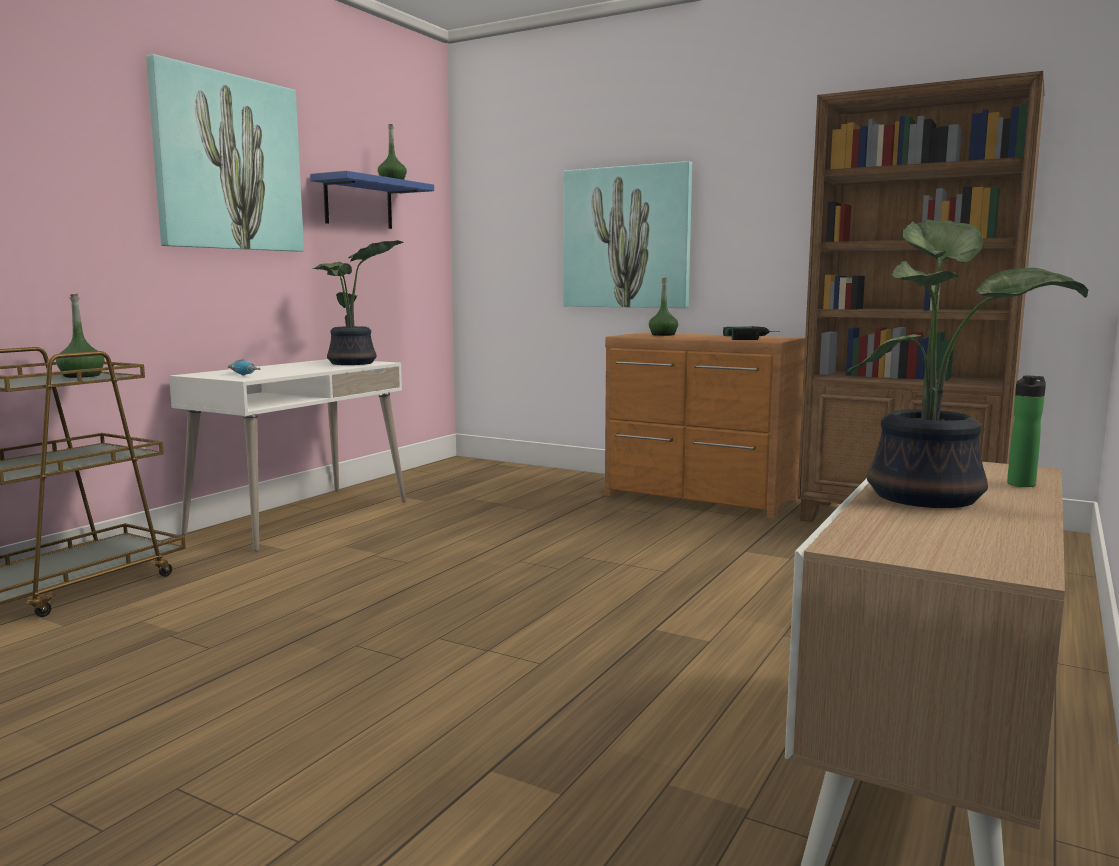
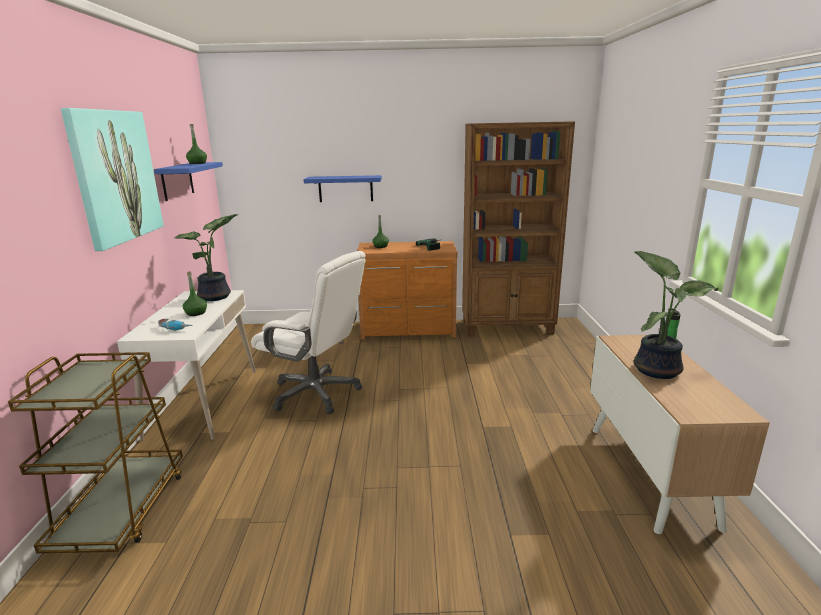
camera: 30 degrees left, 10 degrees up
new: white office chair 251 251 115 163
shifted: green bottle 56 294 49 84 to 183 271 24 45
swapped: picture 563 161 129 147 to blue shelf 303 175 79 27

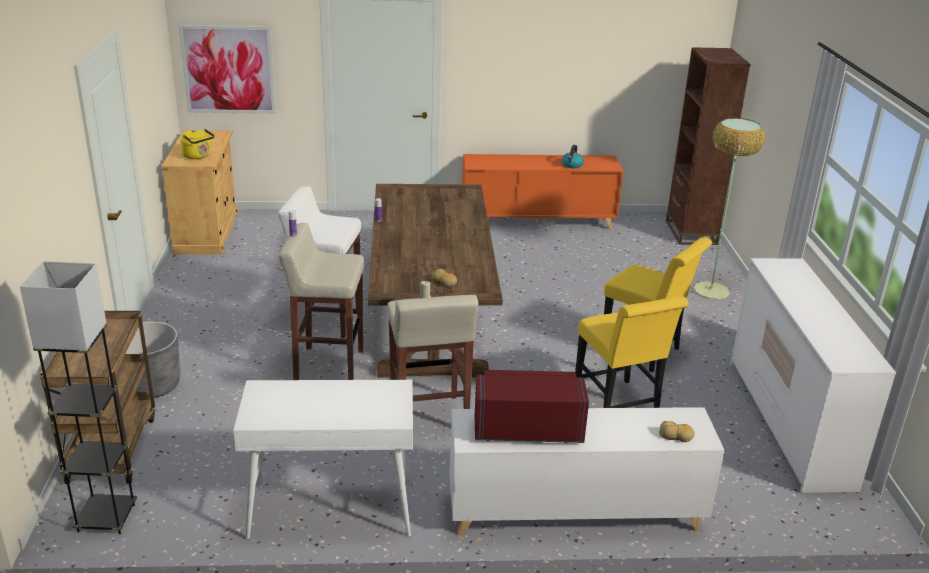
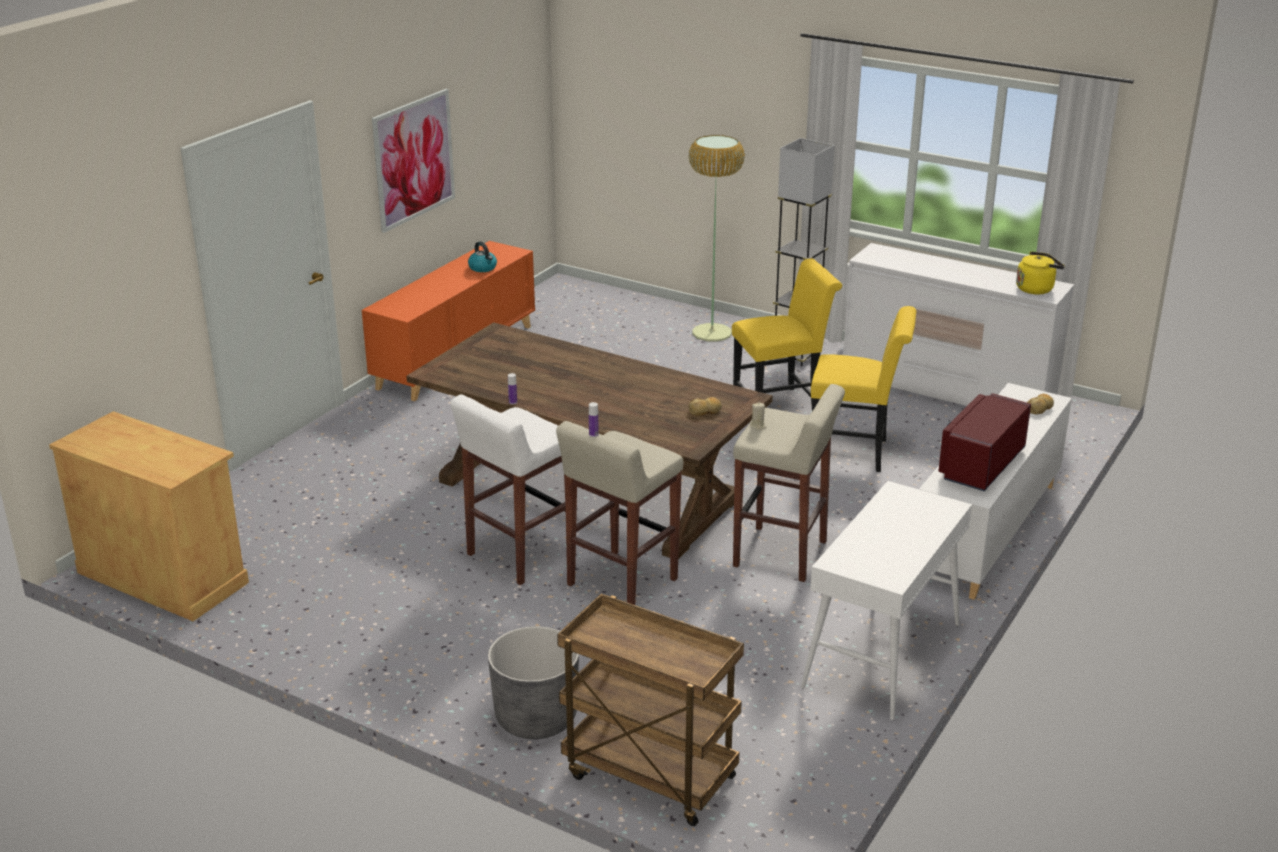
camera: 55 degrees left, 0 degrees up
gone: brown bookcase 666 47 84 198
shifted: grey floor lamp 20 261 117 273 to 773 138 62 228; picture 178 25 98 89 to 372 89 83 144; yellow kettle 180 129 34 30 to 1016 251 49 43

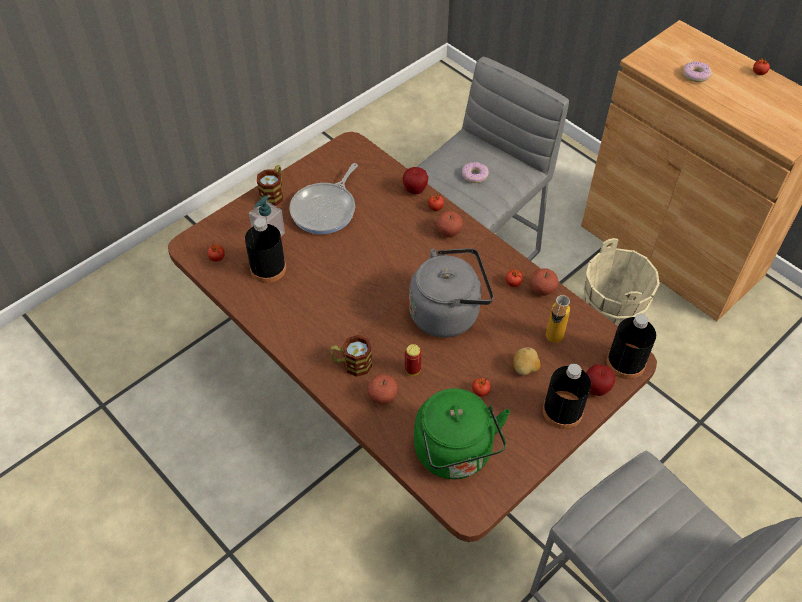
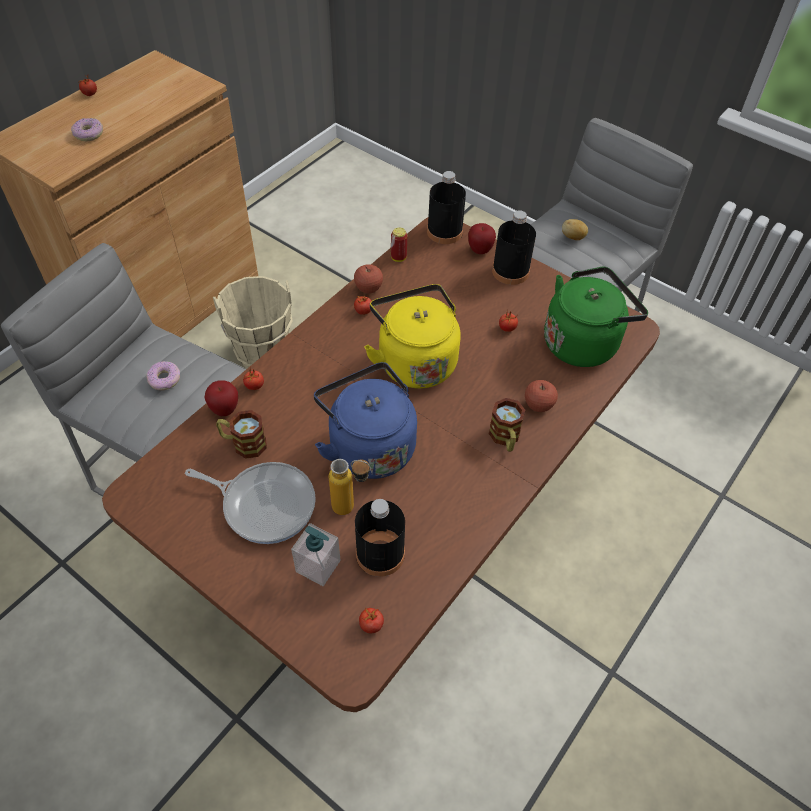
camera: 100 degrees left, 0 degrees up
gone: apple 436 211 27 26
new: blue kettle 314 362 103 117
shifted: mug 257 165 26 41 to 216 410 51 49; can 405 344 17 32 to 391 228 16 34; potato 513 347 27 28 to 562 219 26 21; bottle 546 295 24 48 to 329 459 42 56
repainted: grey kettle 409 248 85 90 to yellow kettle 364 284 97 105

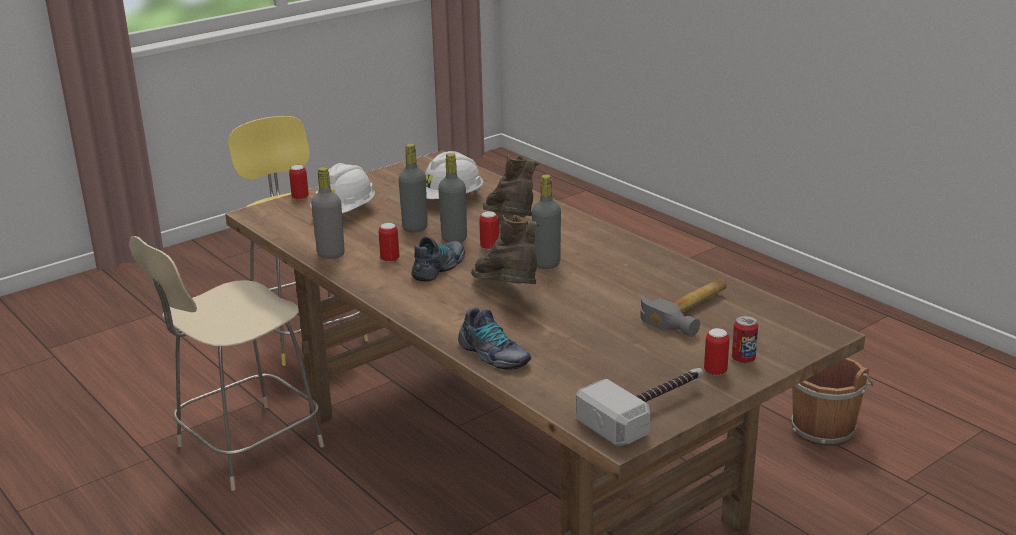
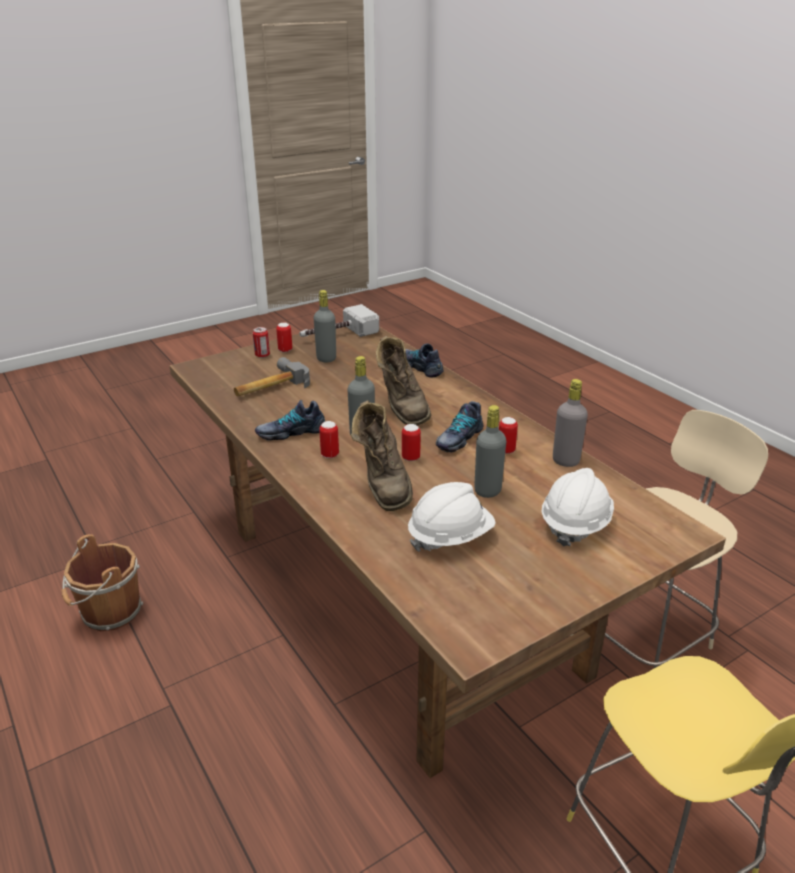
camera: 175 degrees left, 5 degrees up
new: shoe 255 400 70 41
shifted: can 289 165 20 35 to 319 421 20 37; grey bottle 438 153 29 90 to 314 290 22 72

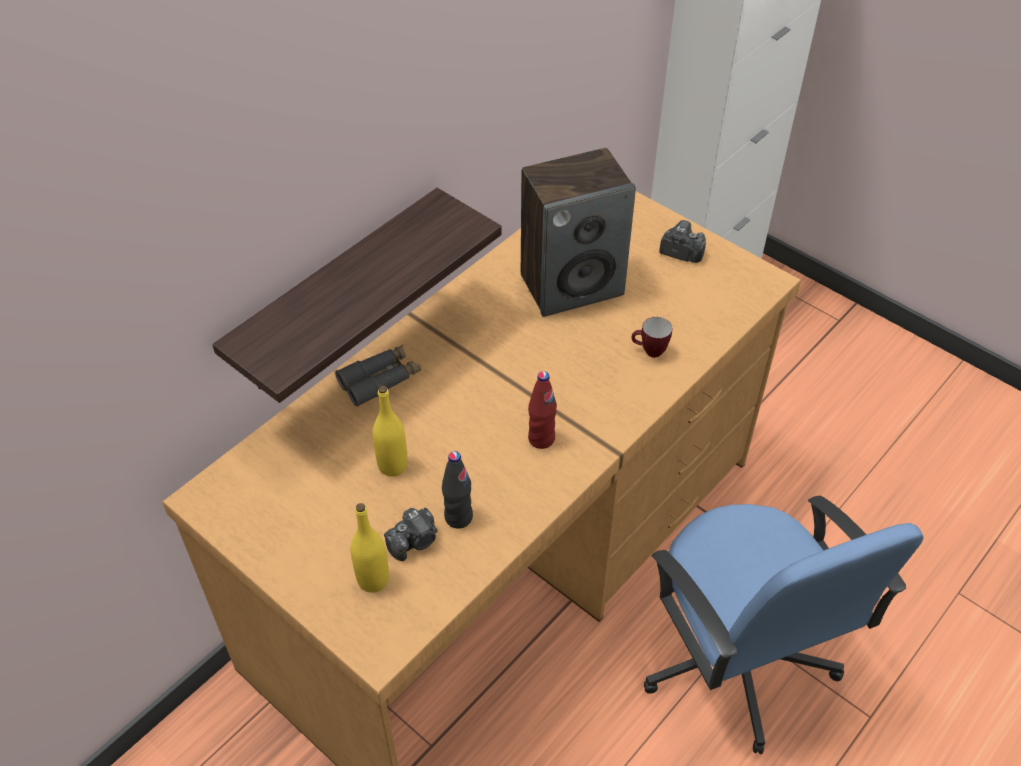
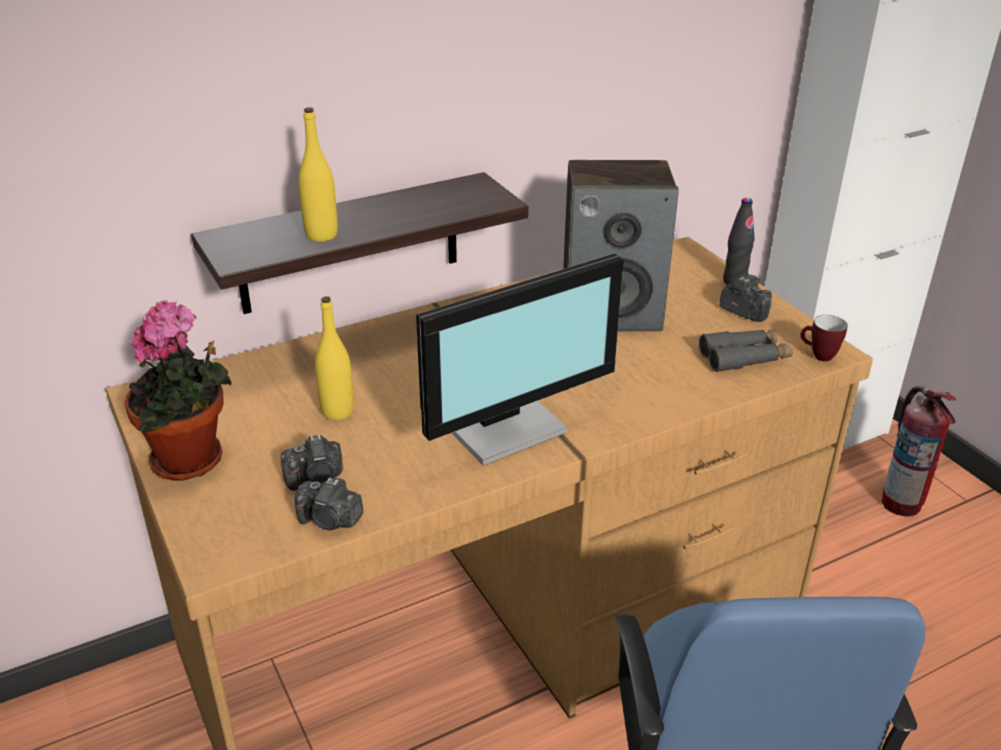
camera: 20 degrees right, 15 degrees down
new: potted plant 124 300 108 181; photo camera 295 478 68 52; fire extinguisher 882 386 74 131
shifted: grey binoculars 335 345 86 61 to 699 330 94 42; yellow bottle 350 503 39 90 to 299 107 39 135; black bottle 442 451 31 78 to 723 198 32 87; mug 631 317 41 41 to 801 315 47 46
swapped: red bottle 528 371 29 78 to monitor 416 253 208 213

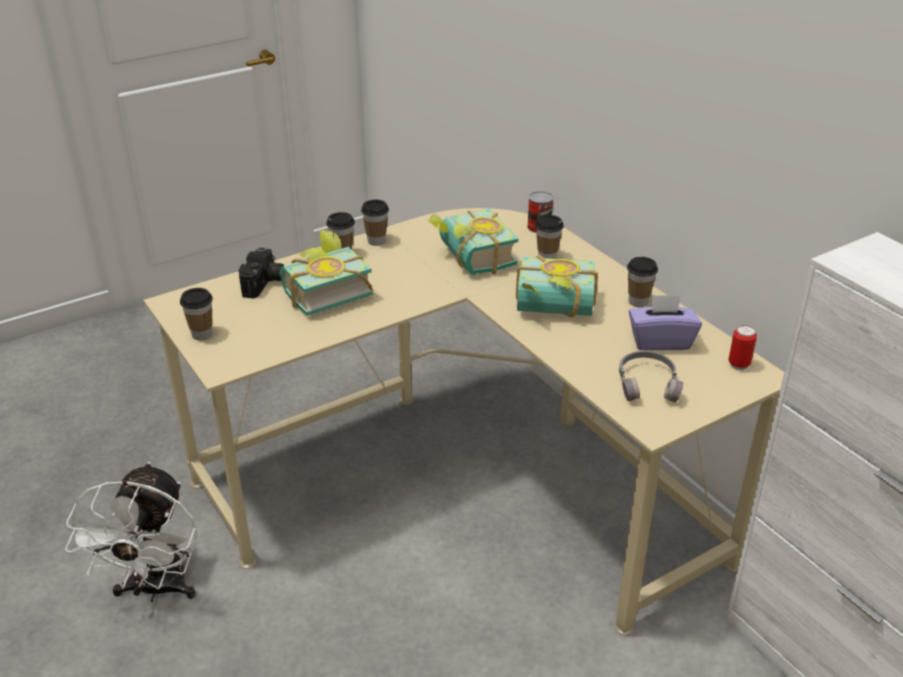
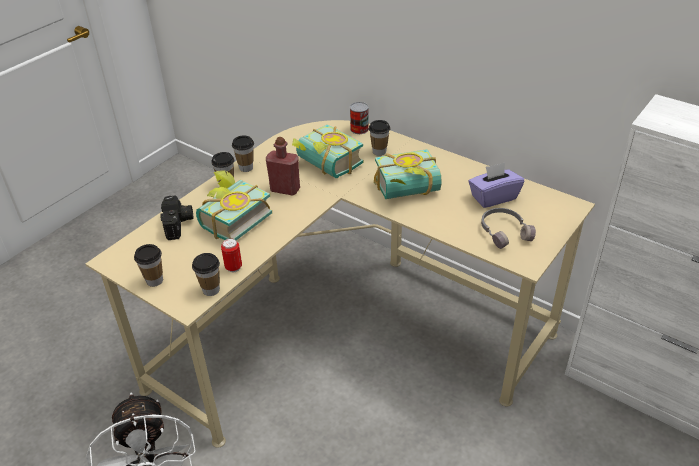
camera: 20 degrees left, 5 degrees up
new: red bottle 266 137 34 59
shifted: cup 627 257 31 50 to 192 253 28 43; can 728 325 29 45 to 221 238 21 34

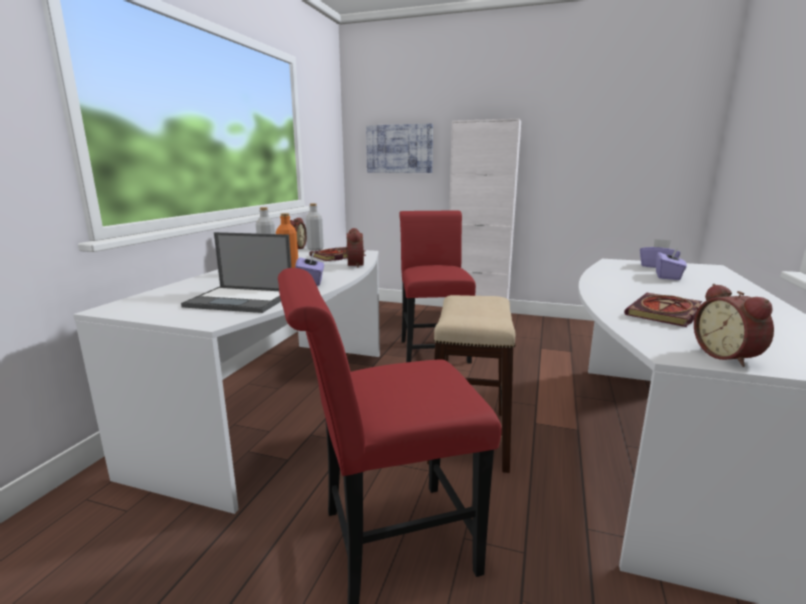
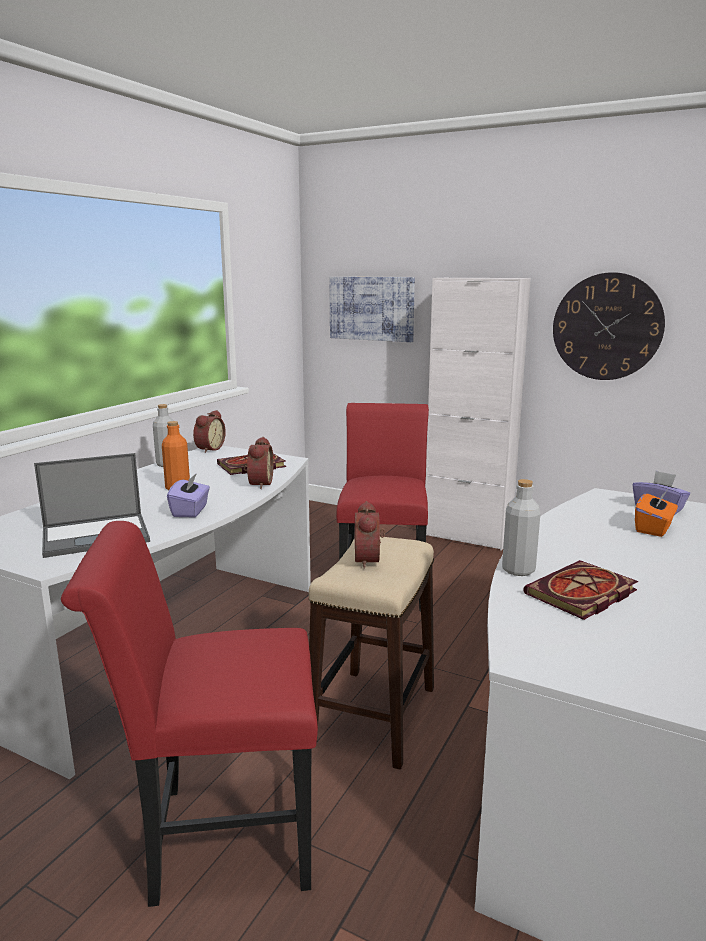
camera: 10 degrees right, 0 degrees up
new: wall clock 553 272 112 108
shifted: grey bottle 306 203 18 47 to 502 479 38 97; alarm clock 694 284 80 83 to 355 501 30 68
repainted: purple tissue box 656 248 31 32 to orange tissue box 635 491 43 46
rotated: laptop 181 232 110 81 = 34 453 116 105 45 degrees counterclockwise

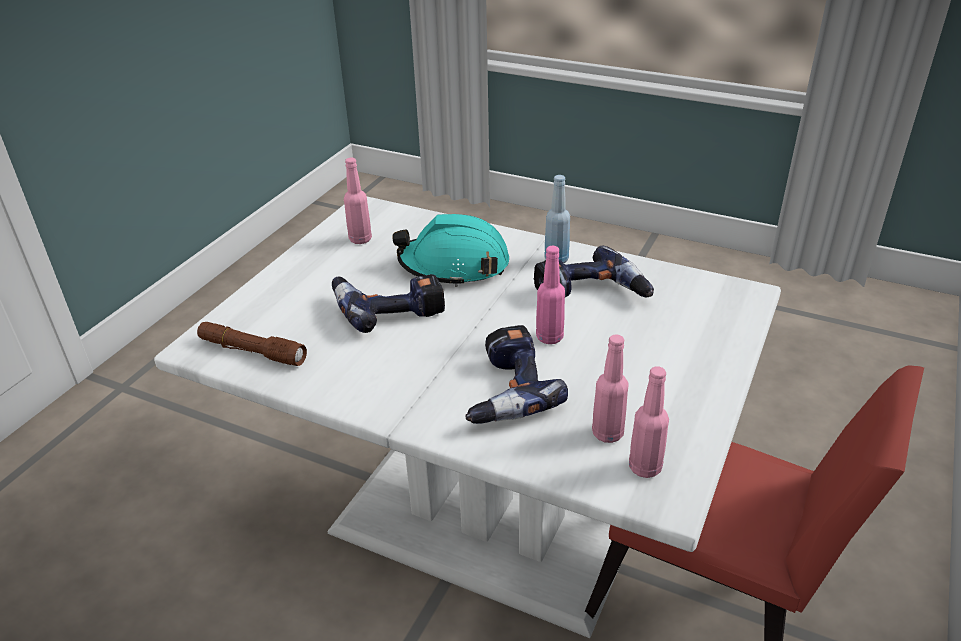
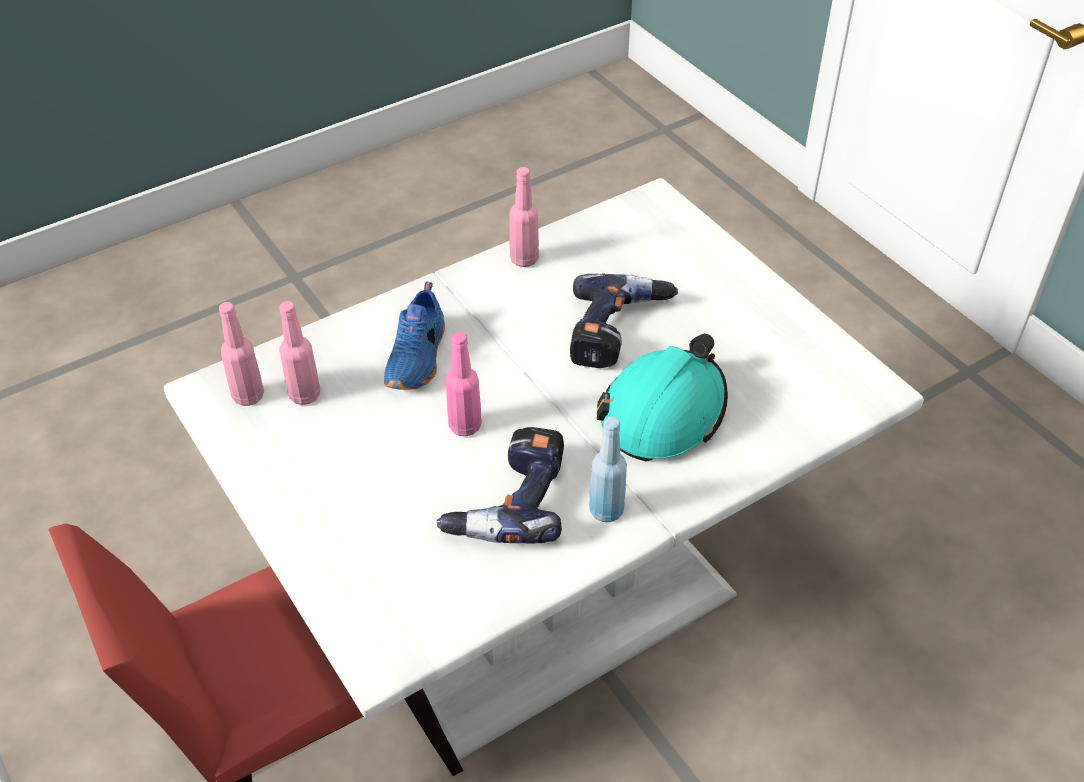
camera: 120 degrees right, 10 degrees up
gone: brown flashlight 197 322 110 44
shifted: pink bottle 344 158 28 86 to 509 167 30 100
swapped: power drill 465 325 103 99 to blue shoe 384 281 61 109

